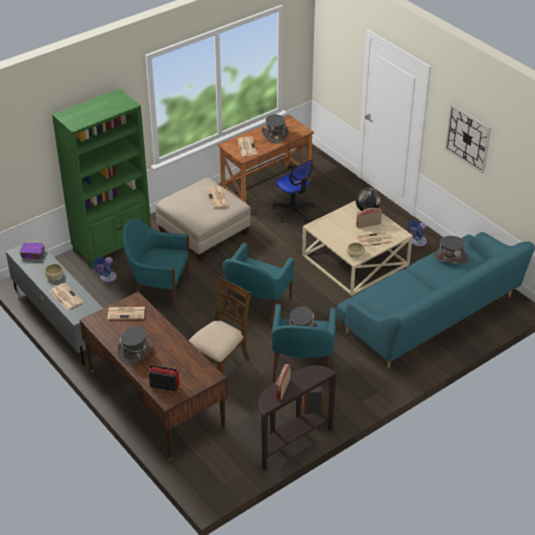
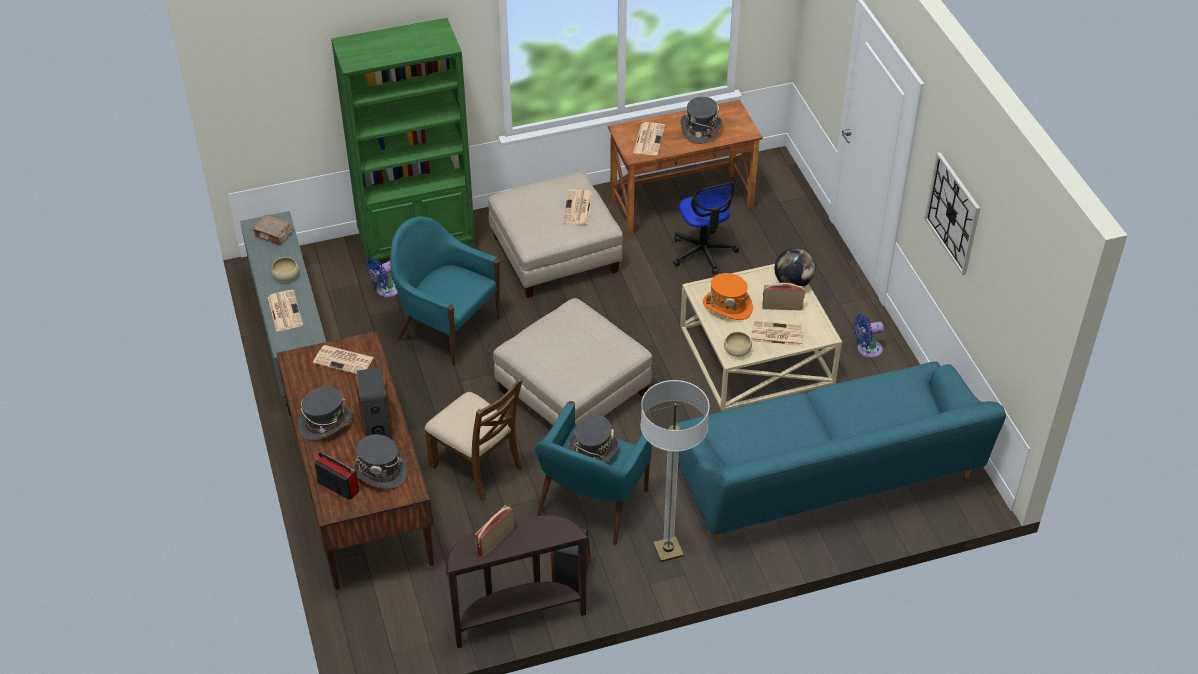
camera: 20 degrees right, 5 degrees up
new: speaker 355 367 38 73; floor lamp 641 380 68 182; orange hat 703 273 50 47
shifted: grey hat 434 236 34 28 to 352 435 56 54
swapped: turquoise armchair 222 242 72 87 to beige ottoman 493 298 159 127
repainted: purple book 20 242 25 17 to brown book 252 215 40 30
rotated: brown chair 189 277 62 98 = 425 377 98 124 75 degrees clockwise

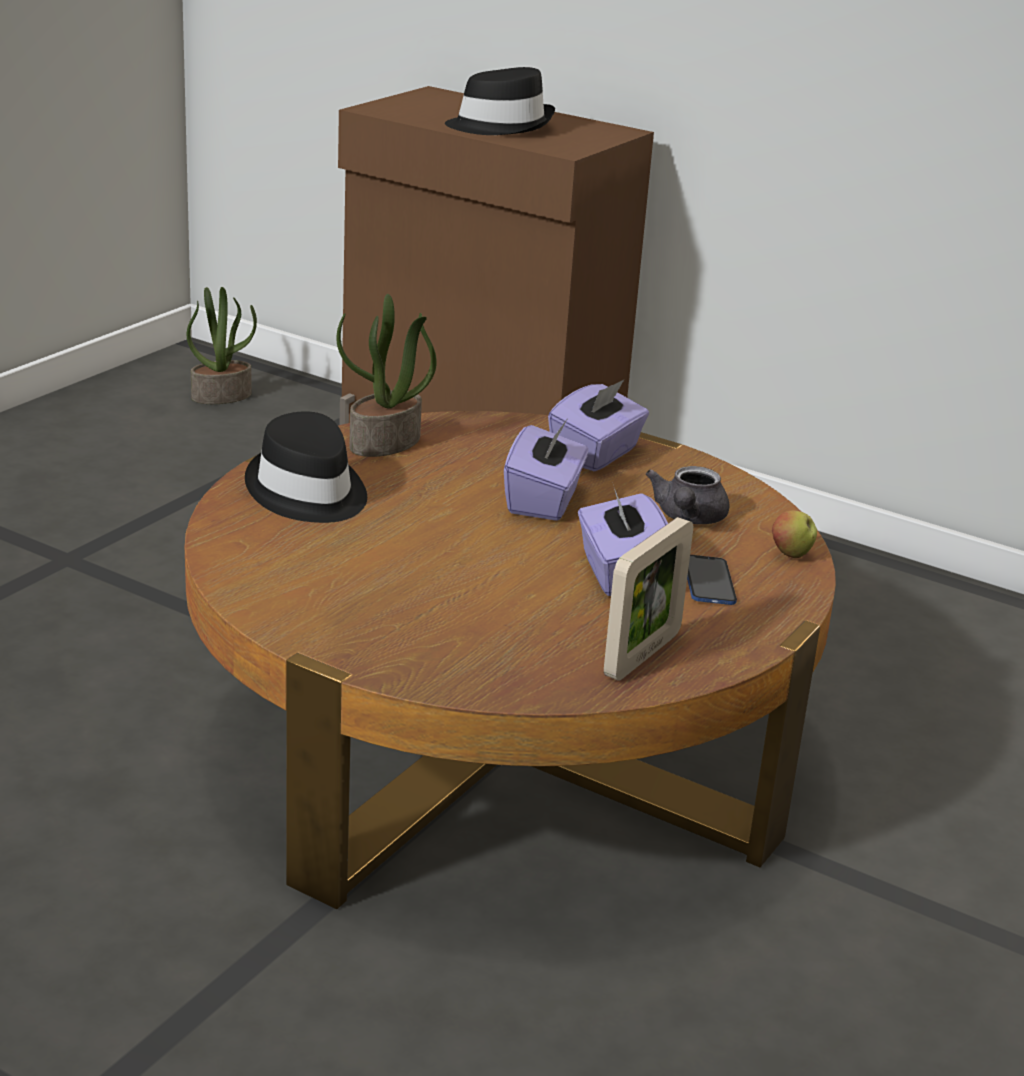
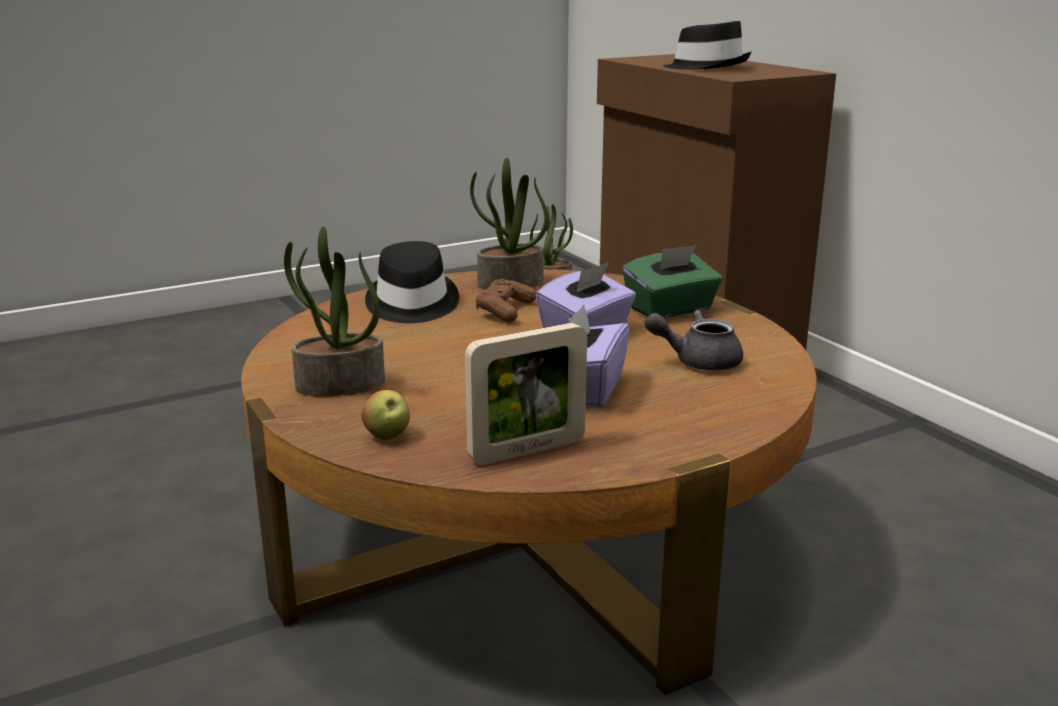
camera: 30 degrees right, 5 degrees down
gone: phone 687 555 50 50
new: potted plant 284 226 101 170; brown game controller 476 279 60 44
shifted: apple 772 510 45 48 to 361 390 49 50
repainted: purple tissue box 548 380 101 91 to green tissue box 622 245 100 74
rotated: grey teapot 646 466 83 58 = 644 310 99 60 45 degrees clockwise

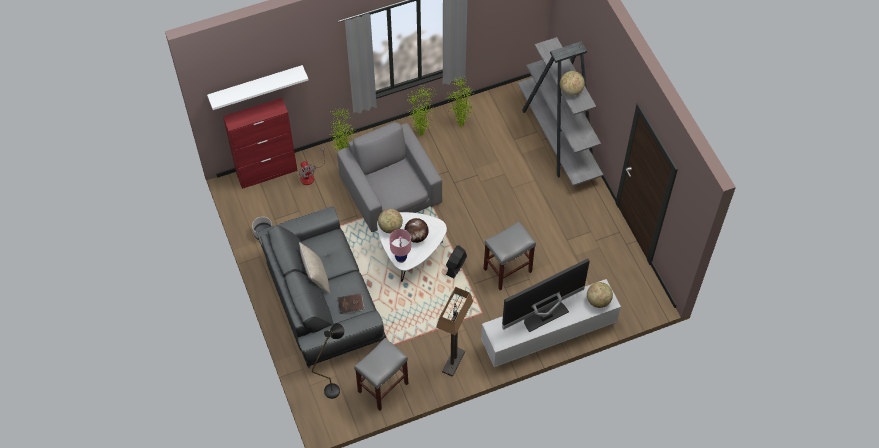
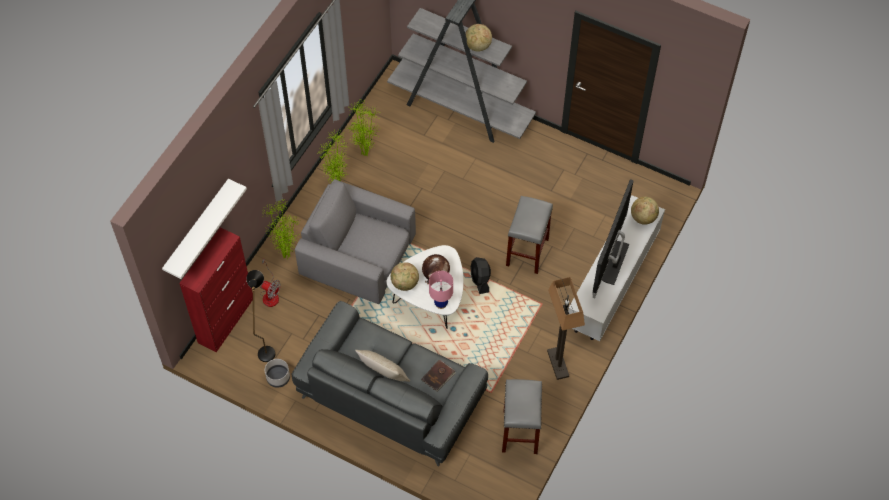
camera: 40 degrees left, 0 degrees up
shifted: black floor lamp 312 323 33 76 to 247 270 28 92

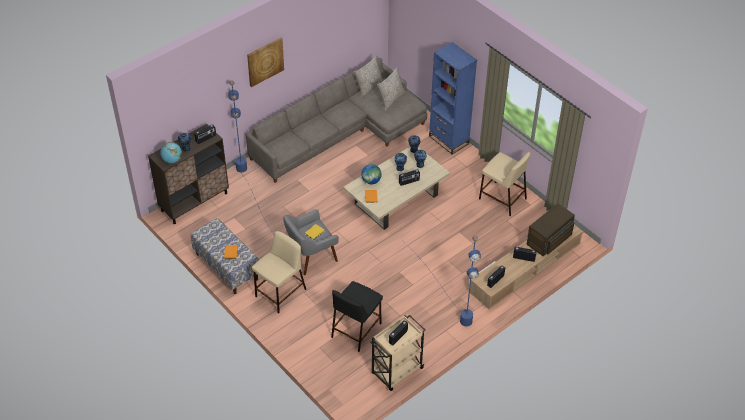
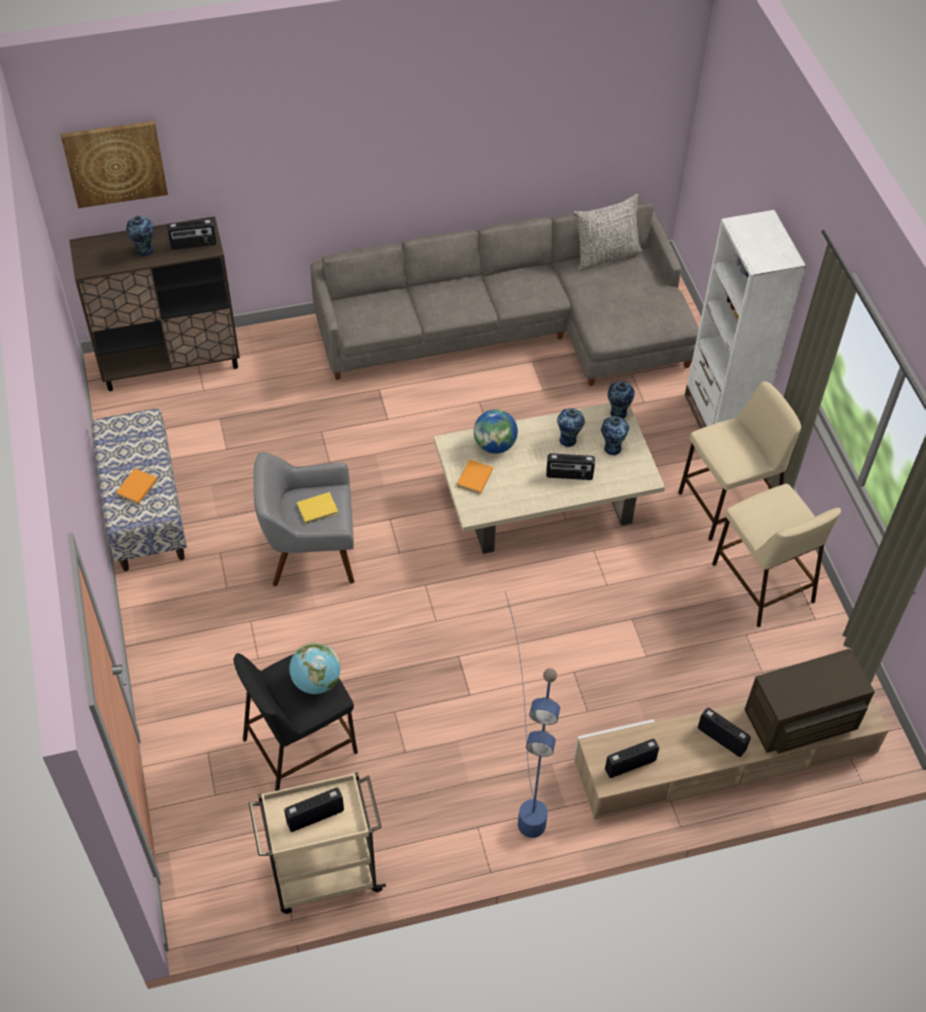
camera: 25 degrees right, 5 degrees up
gone: blue floor lamp 228 80 46 154; grey pillow 377 67 28 43
shifted: globe 160 142 22 21 to 289 642 51 52; picture 247 38 37 49 to 61 121 107 87; beige stool 252 231 54 83 to 678 382 123 159
repainted: blue bookcase 429 42 48 112 to white bookcase 685 210 121 219

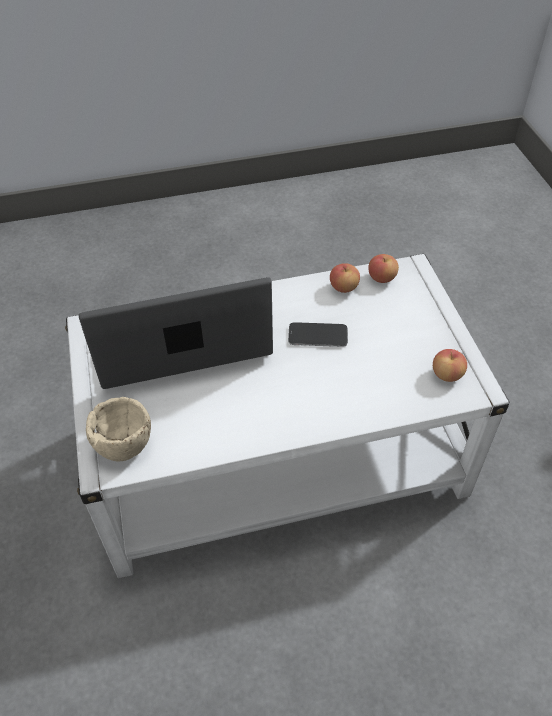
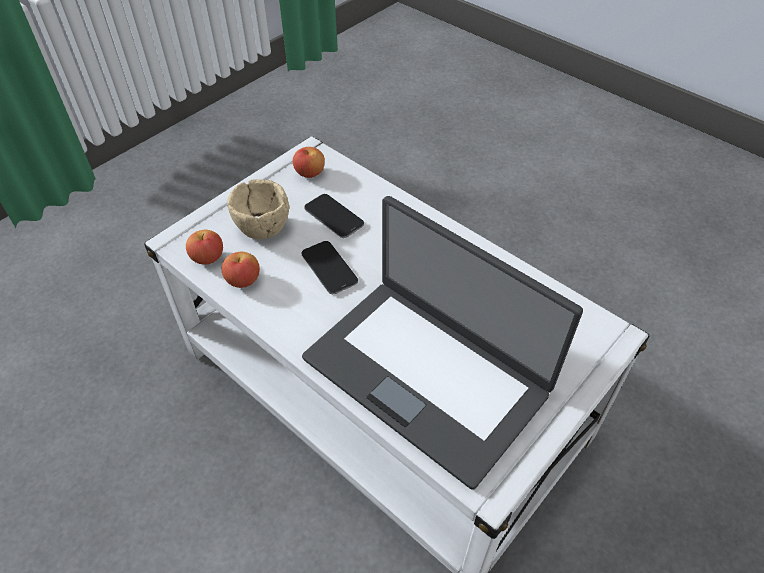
camera: 125 degrees left, 0 degrees up
new: phone 304 194 60 44
shifted: beige bowl 86 397 65 65 to 228 179 61 60

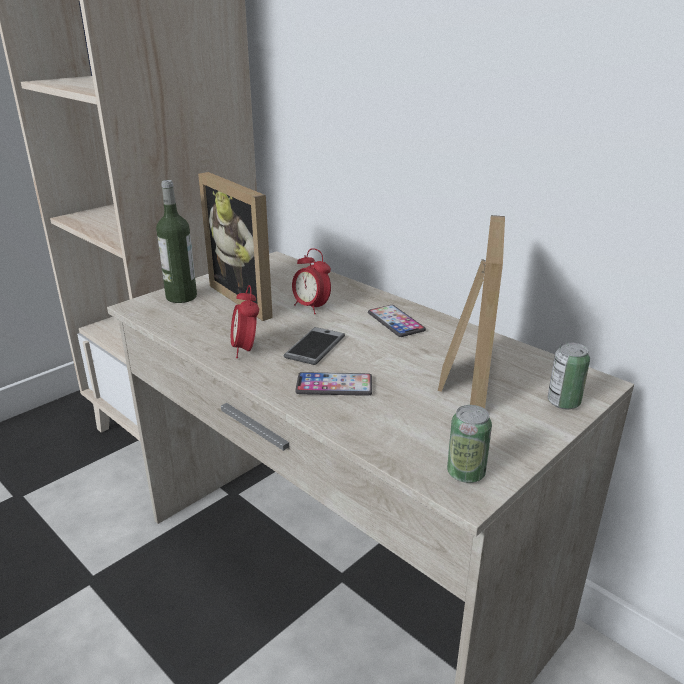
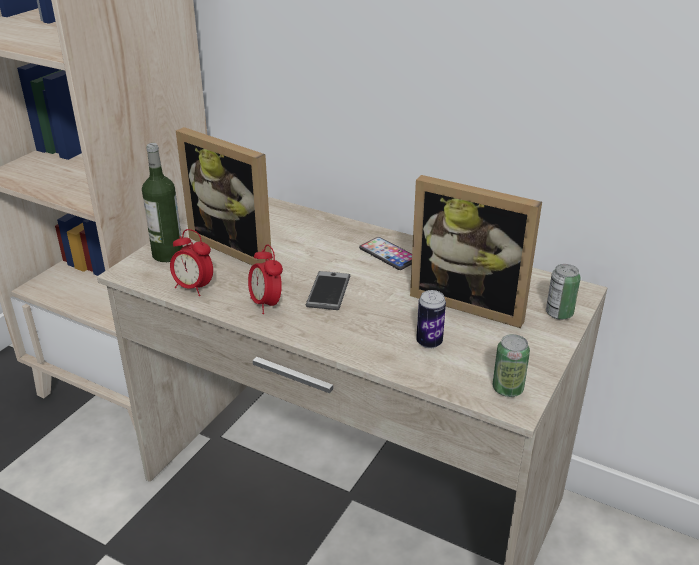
camera: 15 degrees left, 5 degrees up
gone: phone 295 372 77 24
new: can 416 290 30 58
shifted: alarm clock 292 248 39 66 to 170 229 43 67
rotated: picture frame 438 215 67 194 = 410 175 132 153 120 degrees clockwise

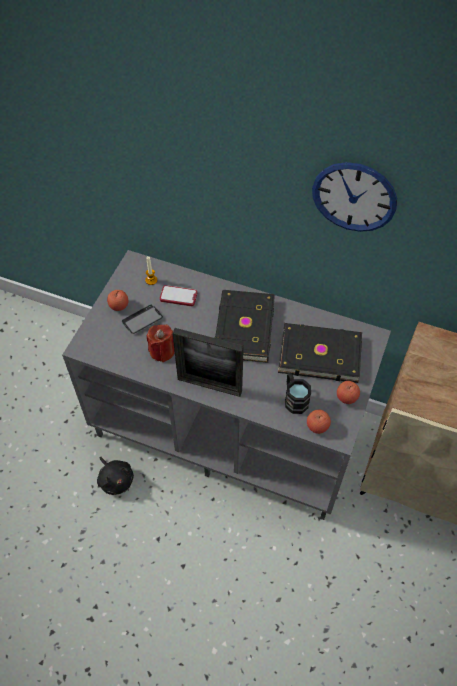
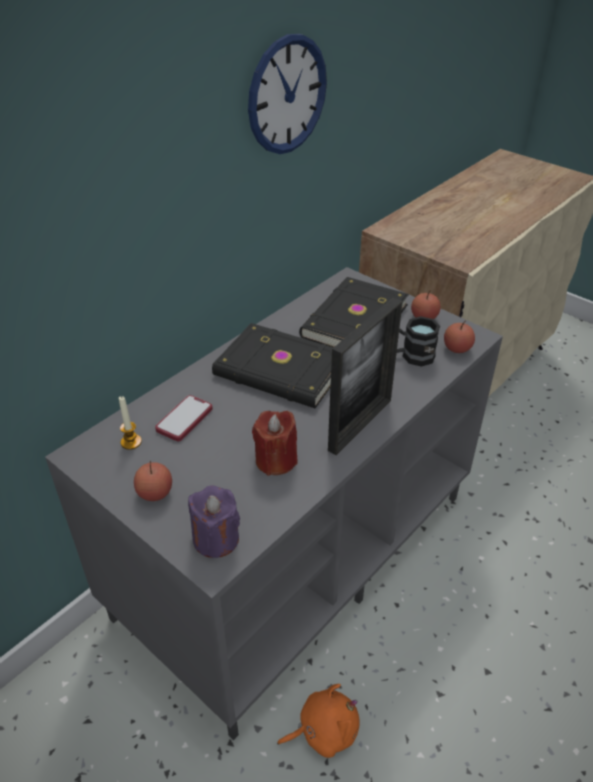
camera: 70 degrees left, 15 degrees down
gone: phone 122 305 41 29
new: purple candle 188 485 52 73
repainted: black plush toy 97 456 37 39 to orange plush toy 277 684 83 74

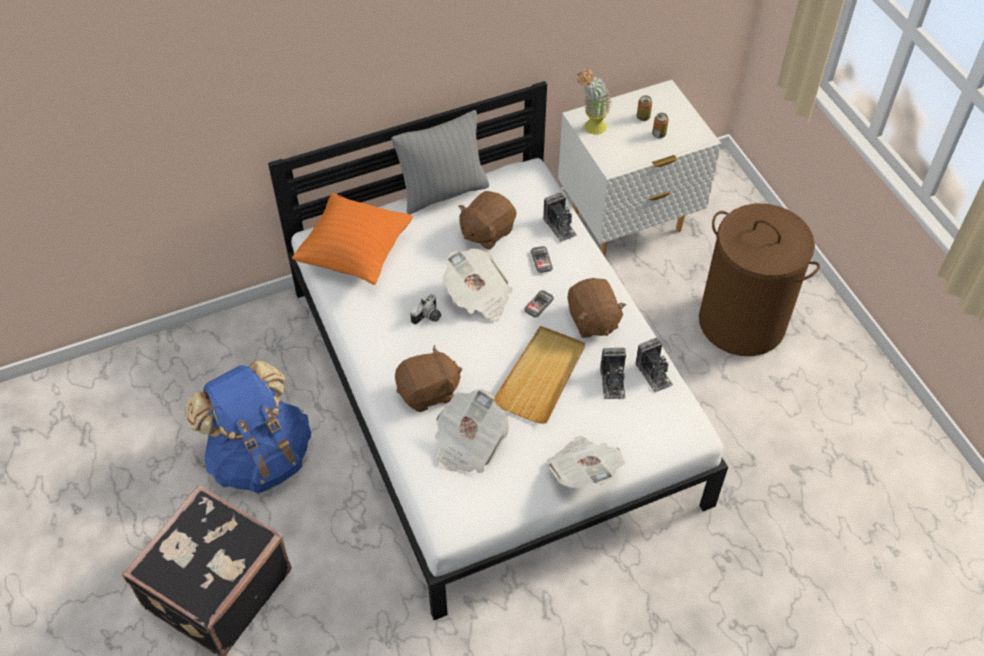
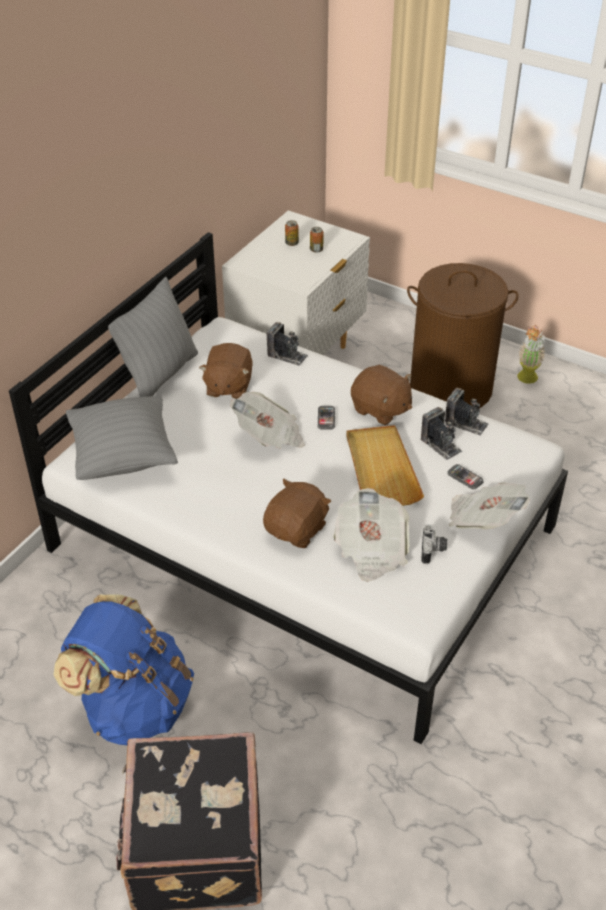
camera: 35 degrees left, 10 degrees down
shifted: photo camera 411 294 30 30 to 421 524 26 40; phone 531 246 22 27 to 447 464 36 25; potted plant 577 69 35 66 to 518 325 27 59
repainted: orange pillow 292 193 121 92 to grey pillow 66 395 112 85

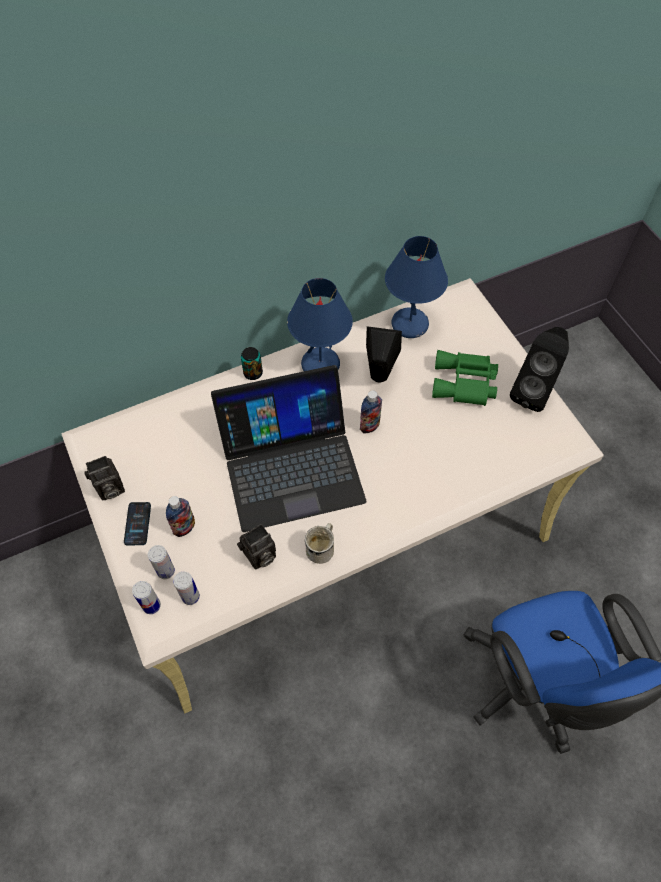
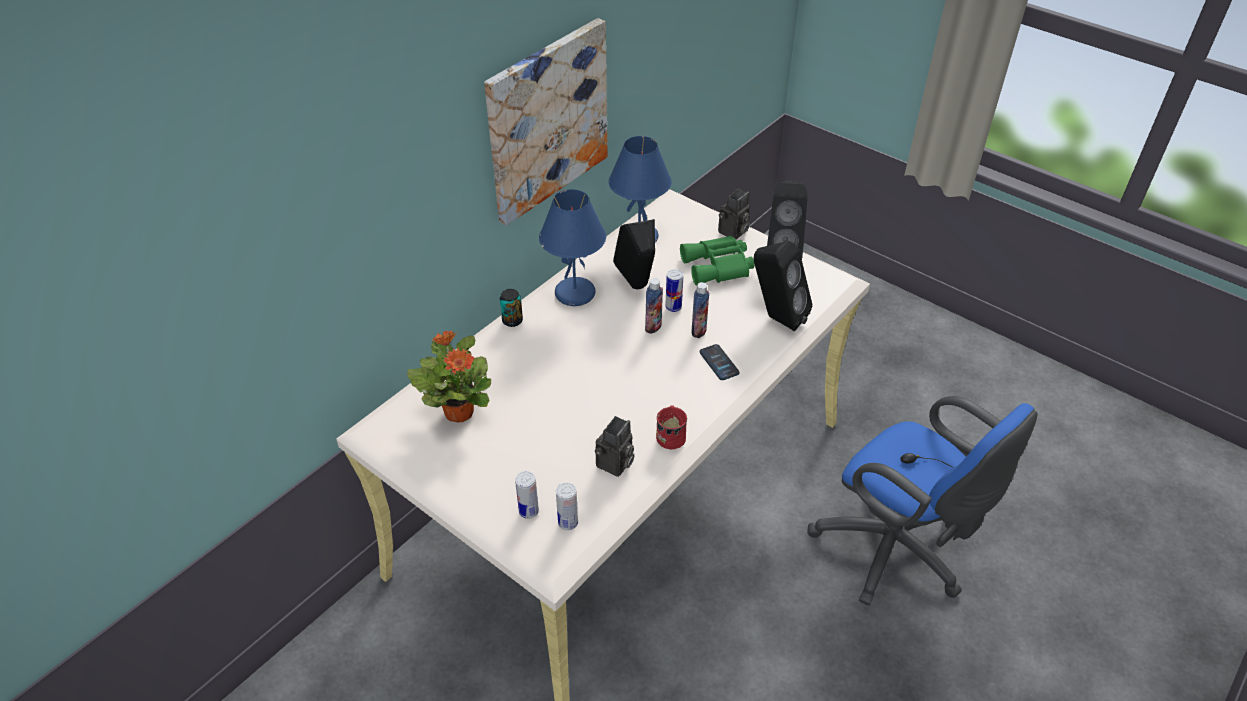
camera: 25 degrees left, 15 degrees down
gone: laptop 211 365 155 167
new: potted plant 407 331 84 91; picture 484 18 124 208; black speaker 754 241 59 91
shifted: photo camera 84 456 41 45 to 718 189 32 50; phone 124 502 27 43 to 700 344 39 36; can 132 581 29 33 to 665 269 19 43; bottle 166 496 29 41 to 691 282 18 56
repainted: white mug 305 523 29 41 to red mug 656 405 31 44

